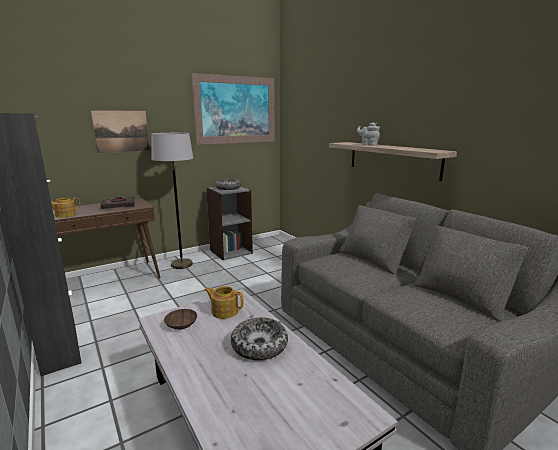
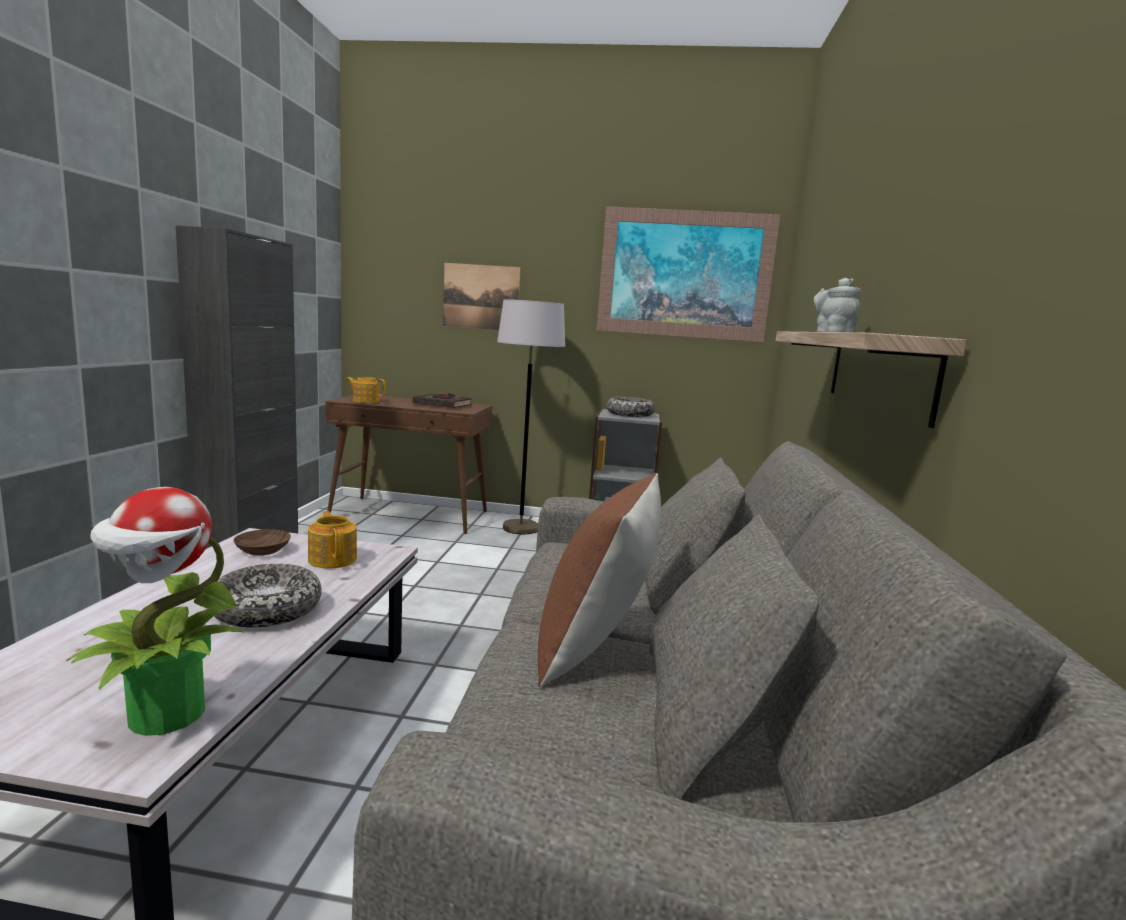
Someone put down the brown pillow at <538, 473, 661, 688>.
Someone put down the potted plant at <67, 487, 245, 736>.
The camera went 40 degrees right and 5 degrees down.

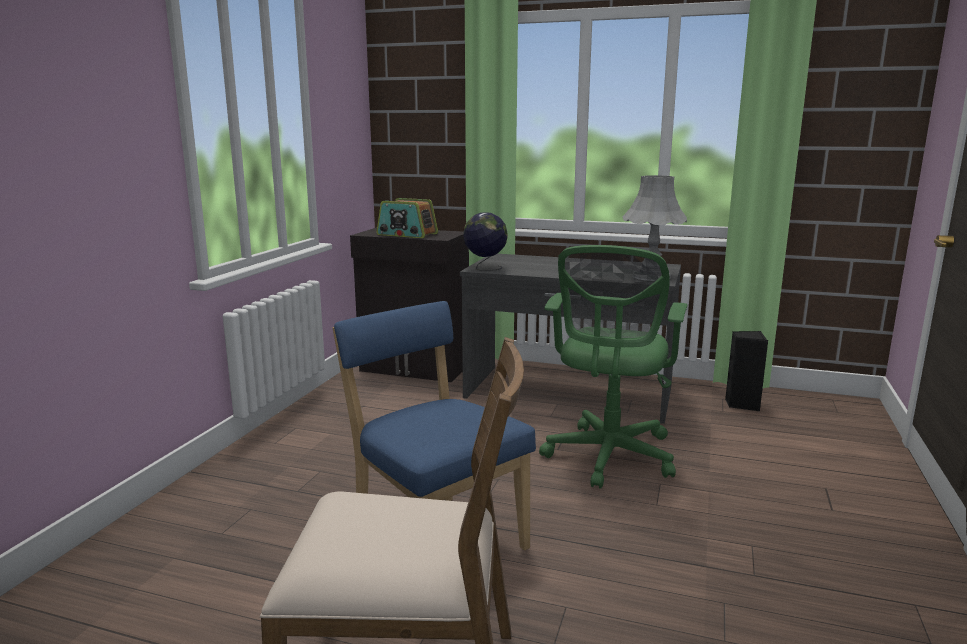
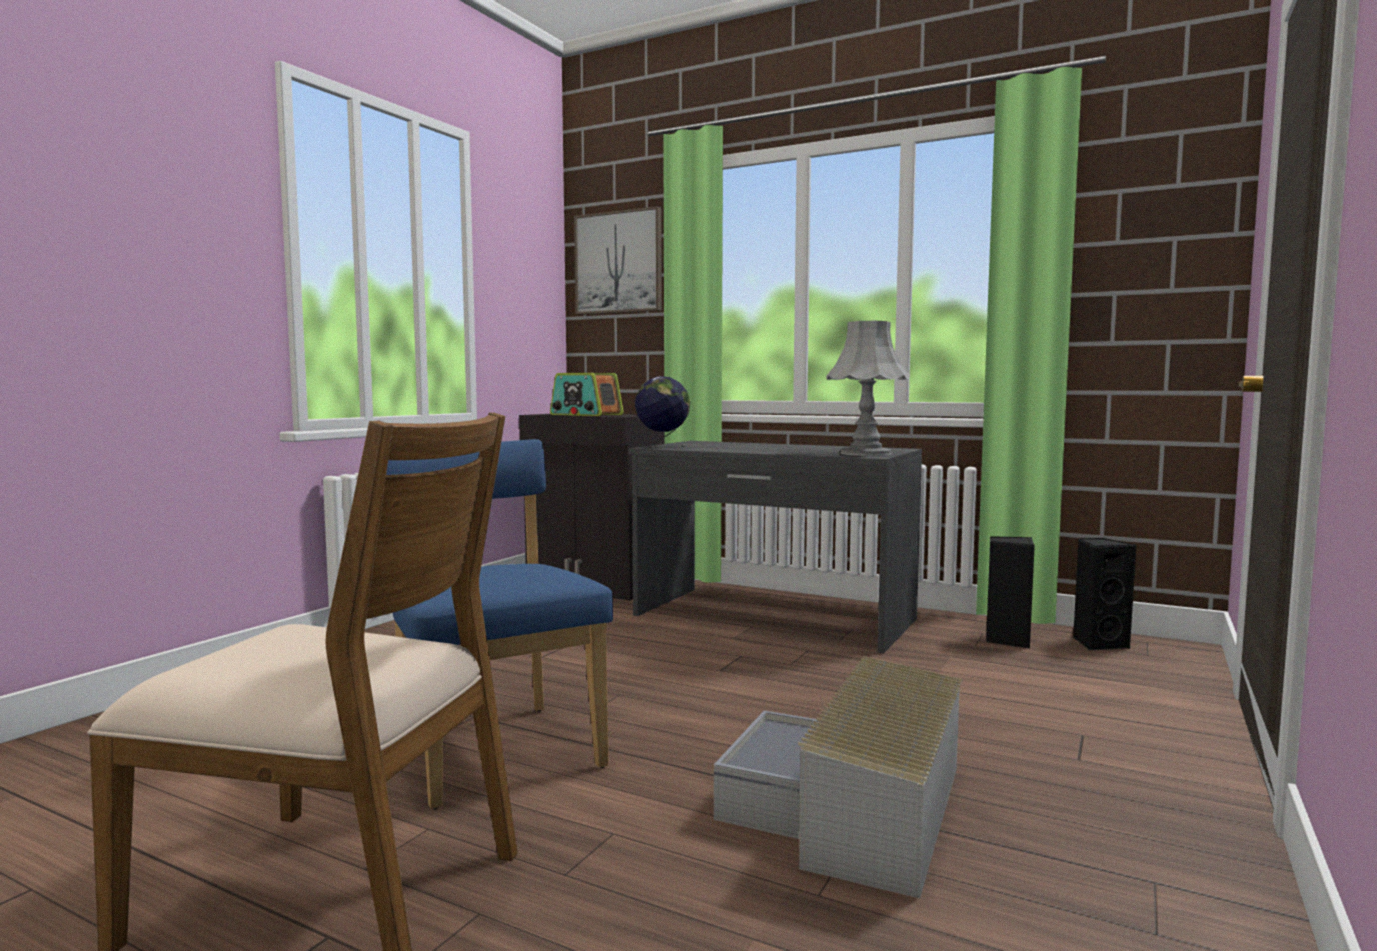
Someone took away the green office chair at <539, 245, 687, 489>.
Someone put up the picture at <574, 206, 662, 315>.
Someone put down the black speaker at <1073, 538, 1137, 651>.
Someone put down the grey storage box at <714, 656, 962, 898>.
The camera went 10 degrees right and 10 degrees down.

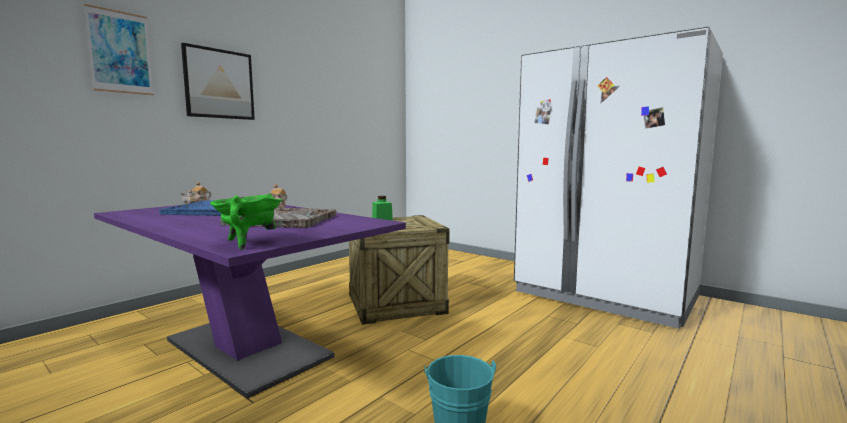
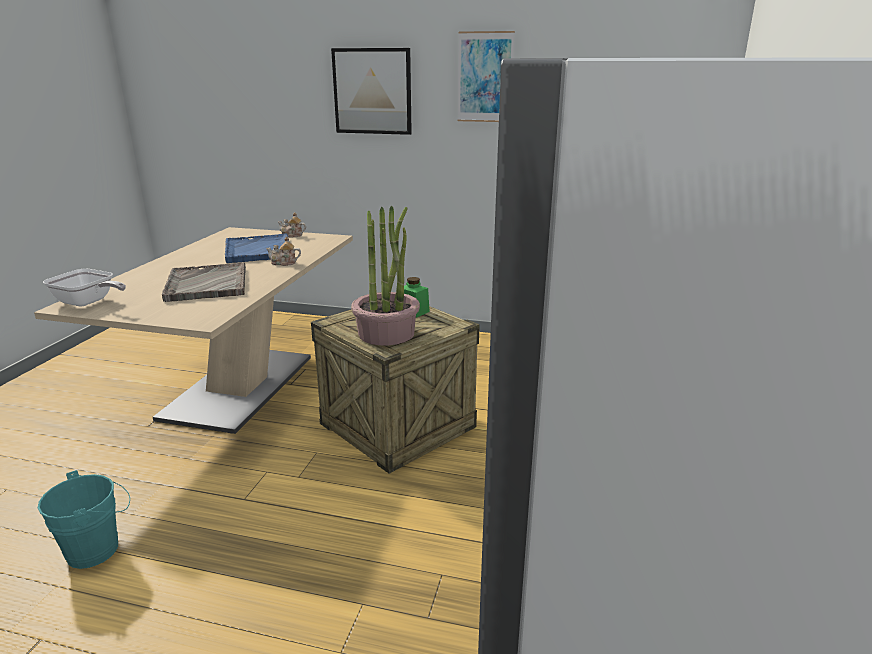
Someone carried the picture from <84, 4, 154, 95> to <457, 31, 515, 122>.
Someone swapped the green cooking pot at <210, 194, 282, 250> for the frying pan at <43, 269, 126, 307>.
Someone repainted the purple dining table at <94, 205, 406, 399>, which became the beige dining table at <34, 227, 353, 434>.
Someone put down the potted plant at <351, 206, 420, 345>.
The camera went 65 degrees right and 15 degrees up.

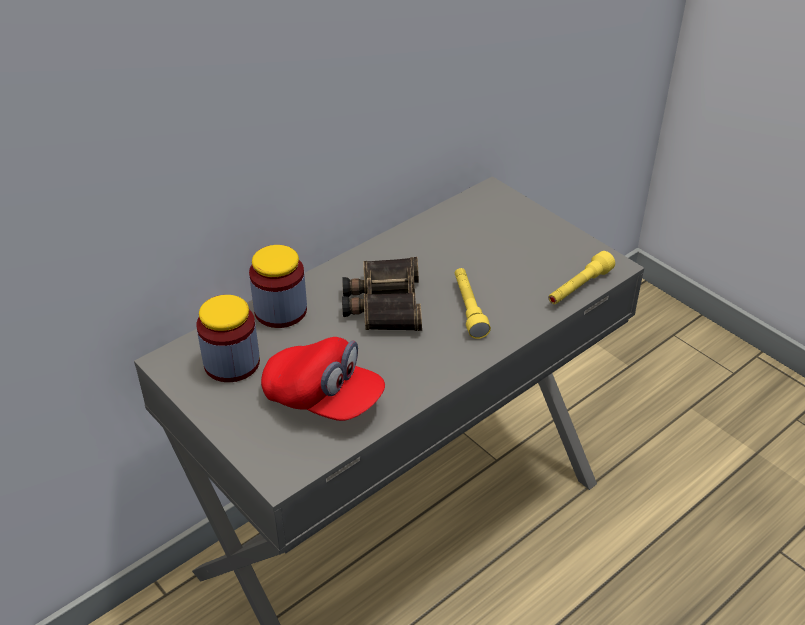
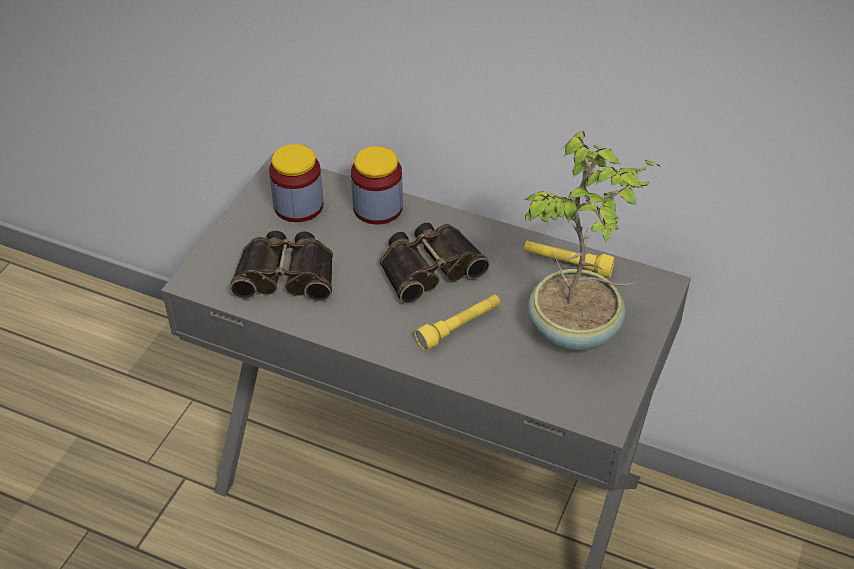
Someone carried the yellow flashlight from <548, 251, 615, 304> to <524, 241, 615, 278>.
Someone swapped the red cap at <261, 337, 385, 421> for the binoculars at <230, 231, 333, 302>.
Someone put down the potted plant at <524, 131, 660, 351>.
The camera went 65 degrees right and 5 degrees up.

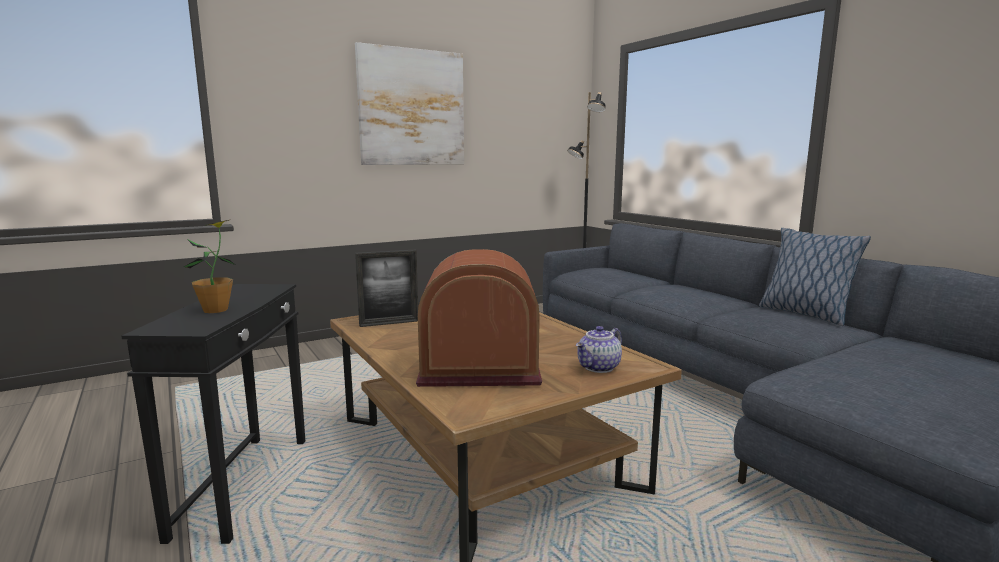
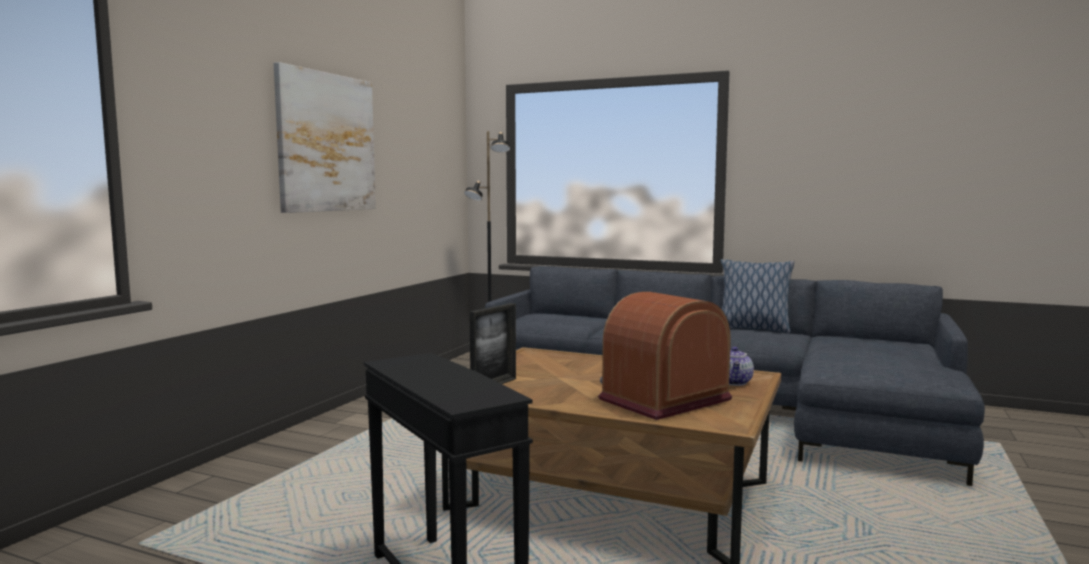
Someone took away the potted plant at <184, 220, 235, 313>.
The camera went 35 degrees left and 5 degrees down.

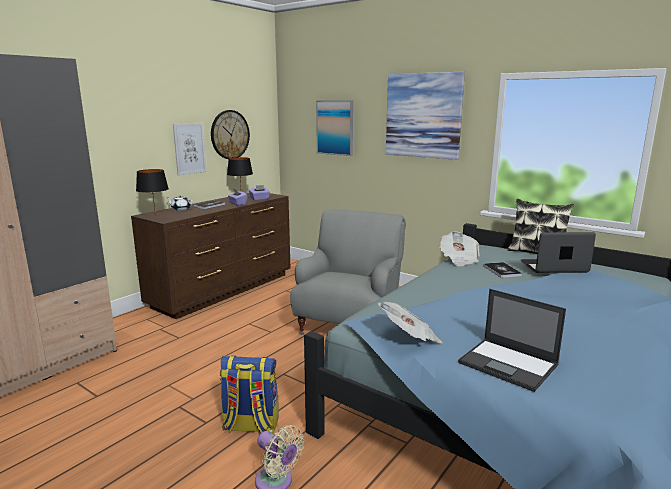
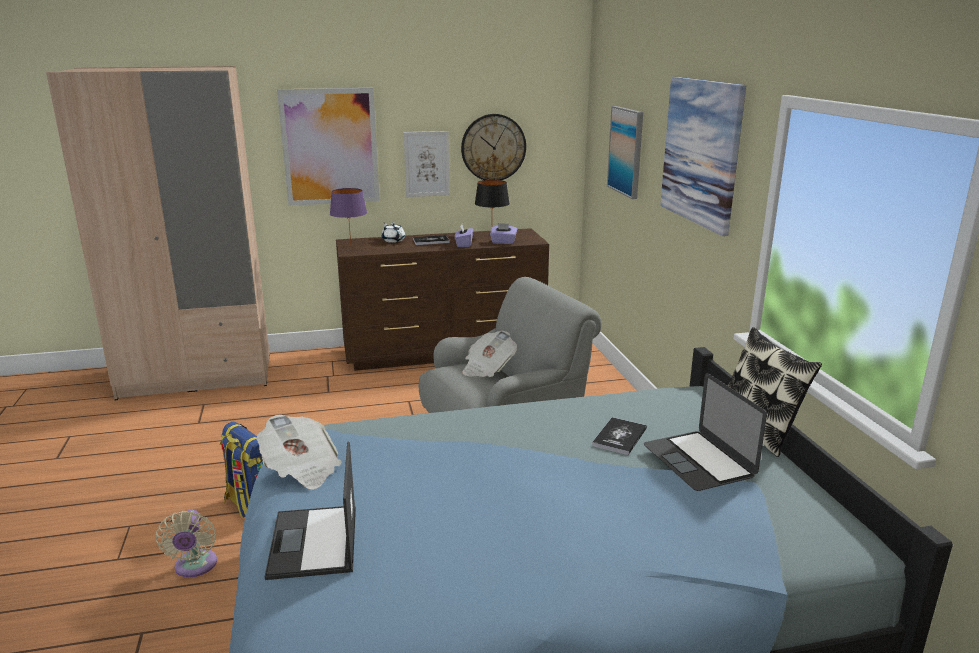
Someone repainted the black table lamp at <136, 169, 169, 217>, which became the purple table lamp at <330, 188, 367, 244>.
Someone carried the newspaper from <439, 231, 479, 266> to <462, 331, 517, 377>.
Someone rotated the laptop at <521, 232, 596, 273> by 150 degrees counterclockwise.
Someone put up the picture at <277, 88, 380, 206>.
The camera went 40 degrees right and 5 degrees up.

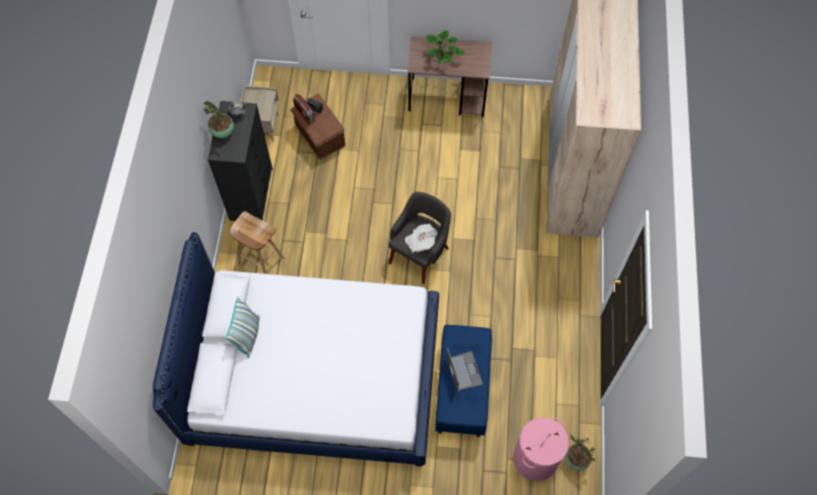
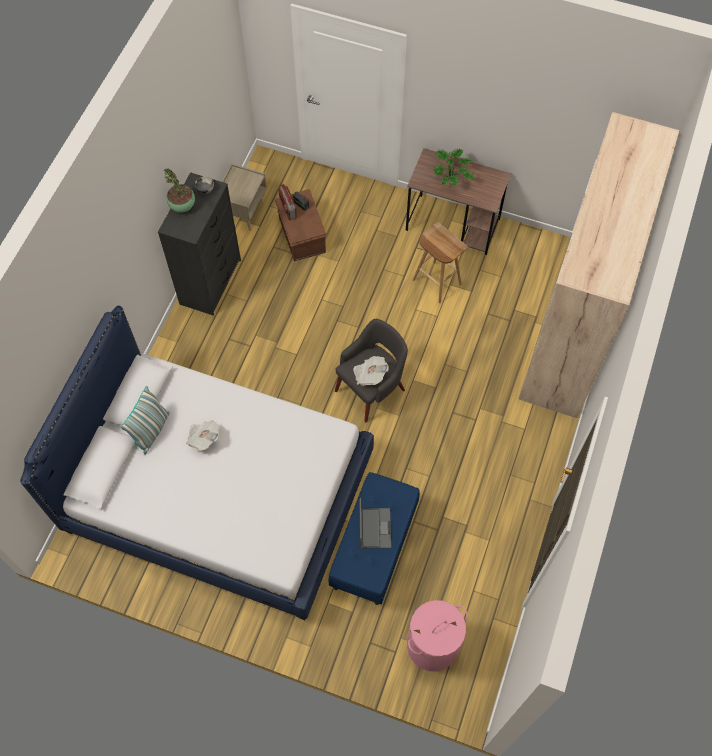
Someone carried the brown stool from <230, 211, 284, 274> to <413, 222, 468, 303>.
Someone took away the potted plant at <565, 434, 596, 471>.
Someone put down the newspaper at <186, 420, 220, 451>.
The camera went 15 degrees right and 0 degrees up.

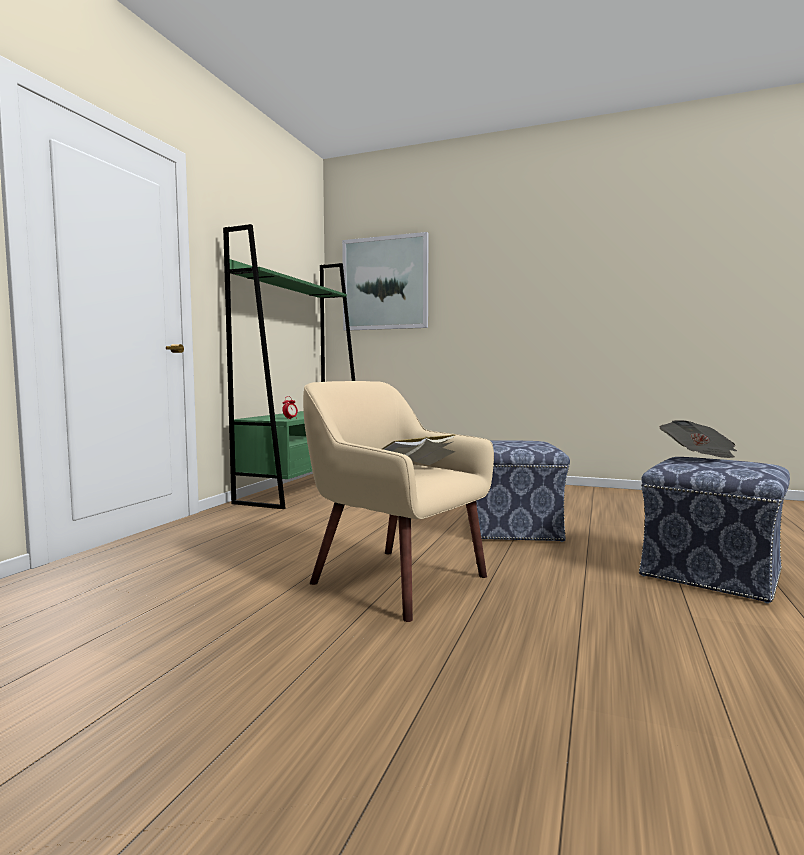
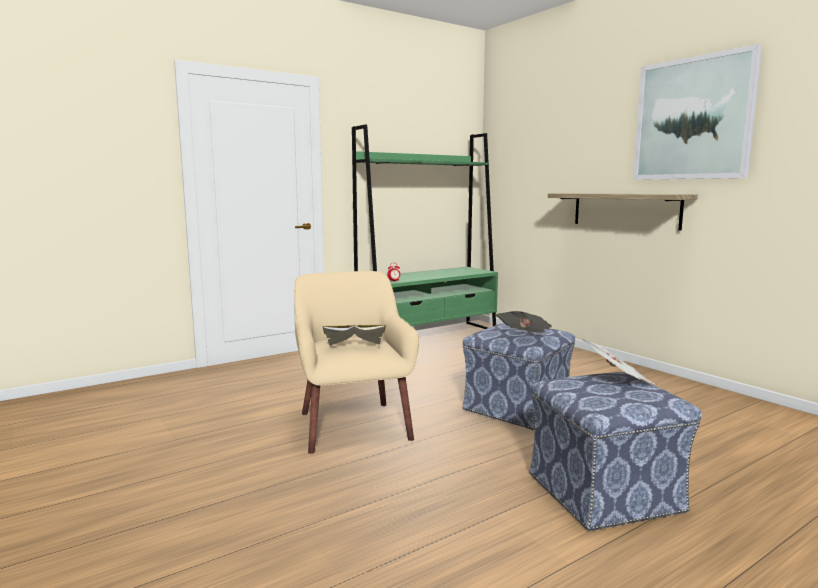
Someone carried the picture from <342, 232, 429, 331> to <633, 44, 762, 180>.
Someone put up the shelf at <548, 193, 698, 230>.
Someone put down the newspaper at <495, 311, 552, 333>.
The camera went 35 degrees right and 5 degrees up.

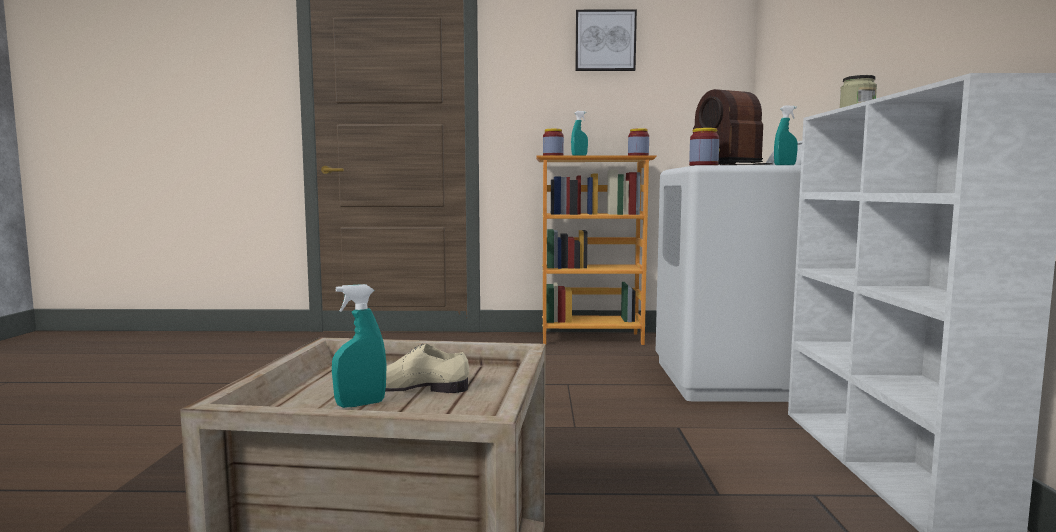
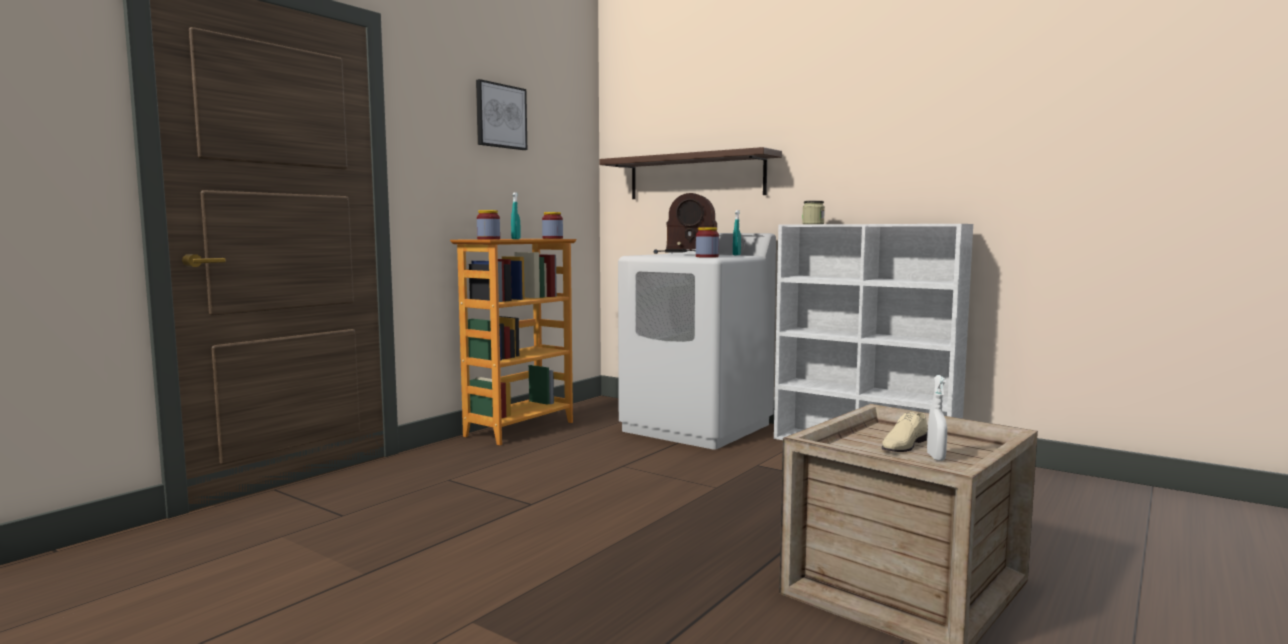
Someone repainted the turquoise spray bottle at <332, 284, 387, 408>, which became the white spray bottle at <927, 375, 947, 461>.
Someone put up the shelf at <600, 147, 782, 199>.
The camera went 55 degrees left and 0 degrees up.

